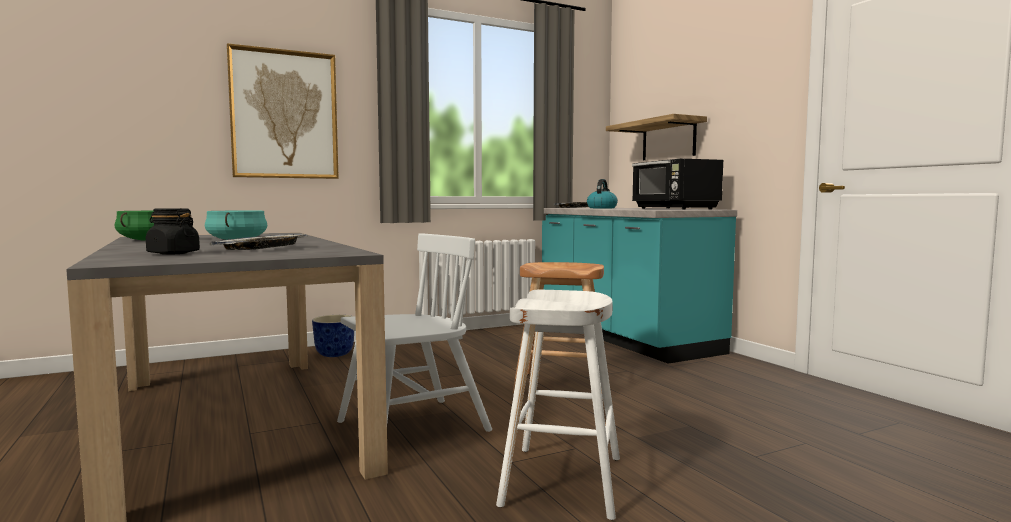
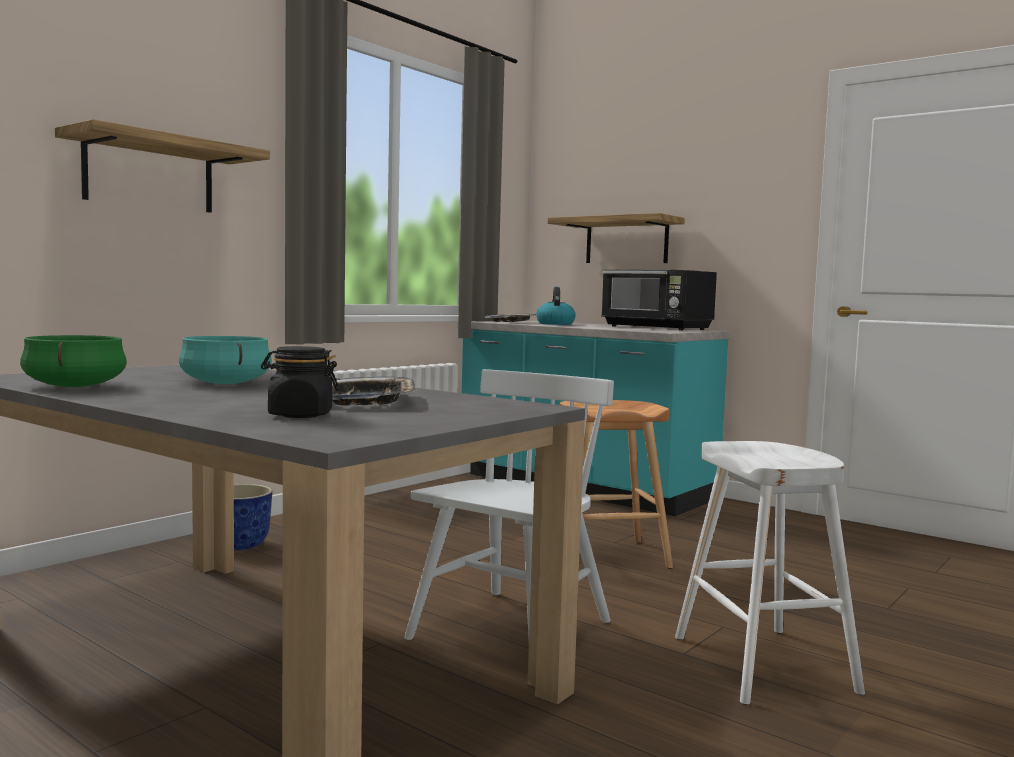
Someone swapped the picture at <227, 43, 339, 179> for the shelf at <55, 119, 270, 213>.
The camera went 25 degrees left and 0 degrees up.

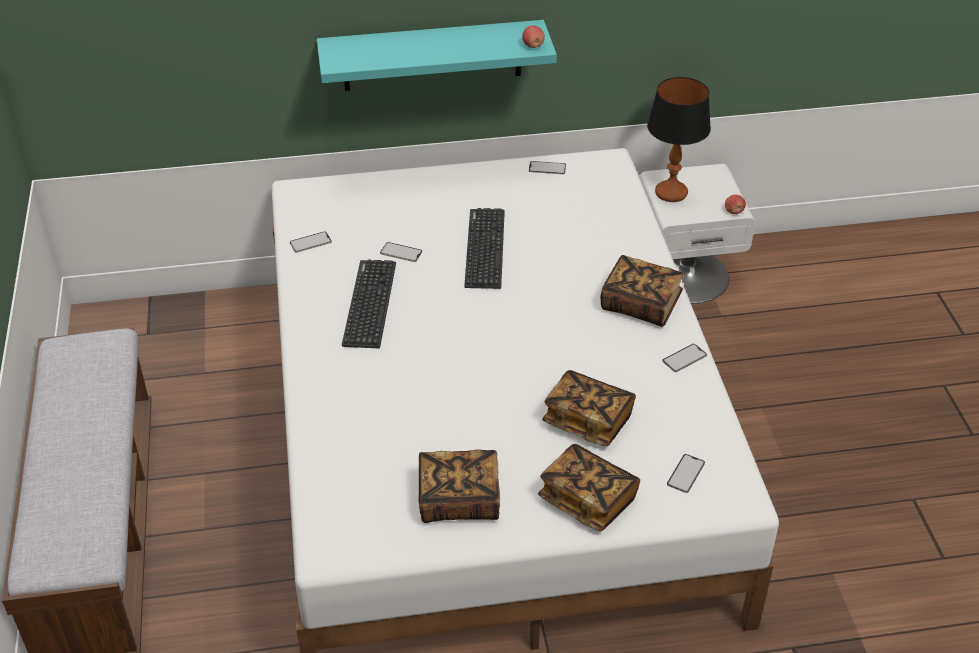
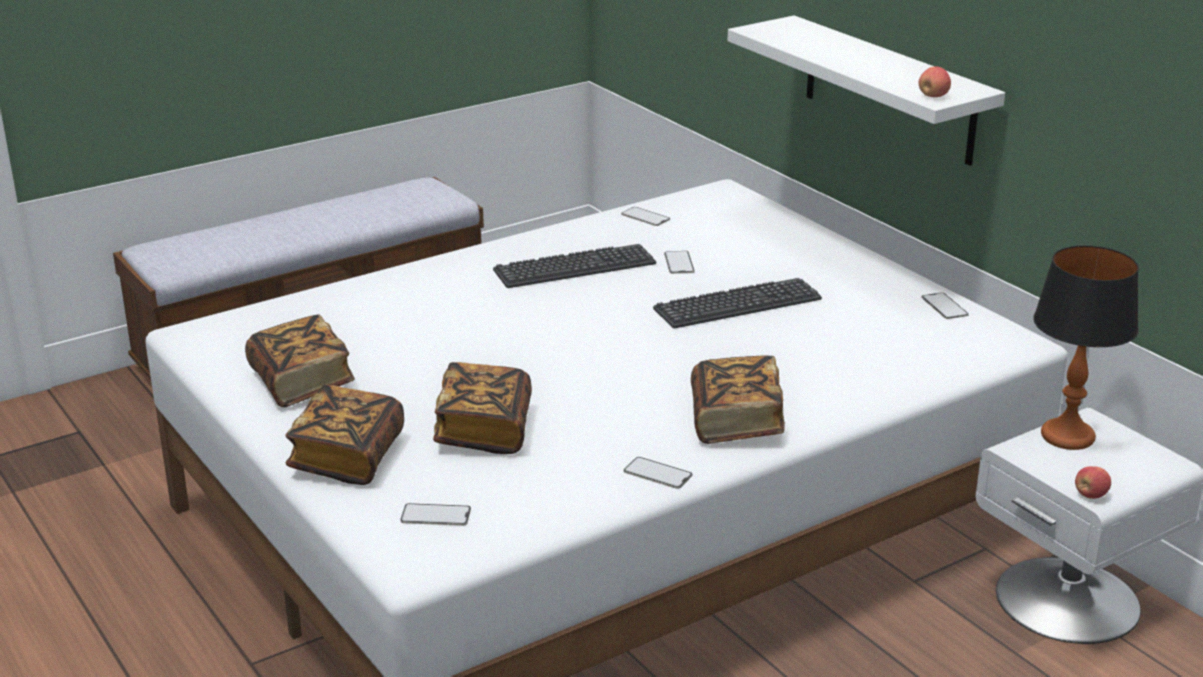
Someone repainted the turquoise shelf at <317, 20, 557, 91>, which became the white shelf at <728, 15, 1005, 166>.
The camera went 65 degrees right and 15 degrees down.

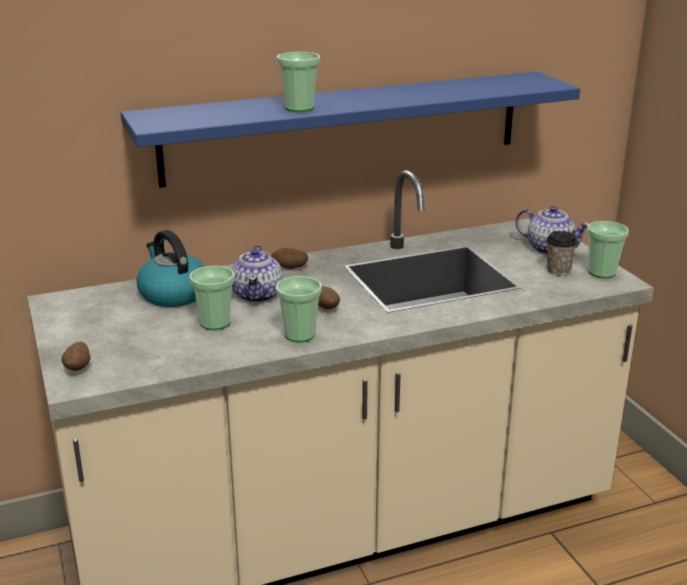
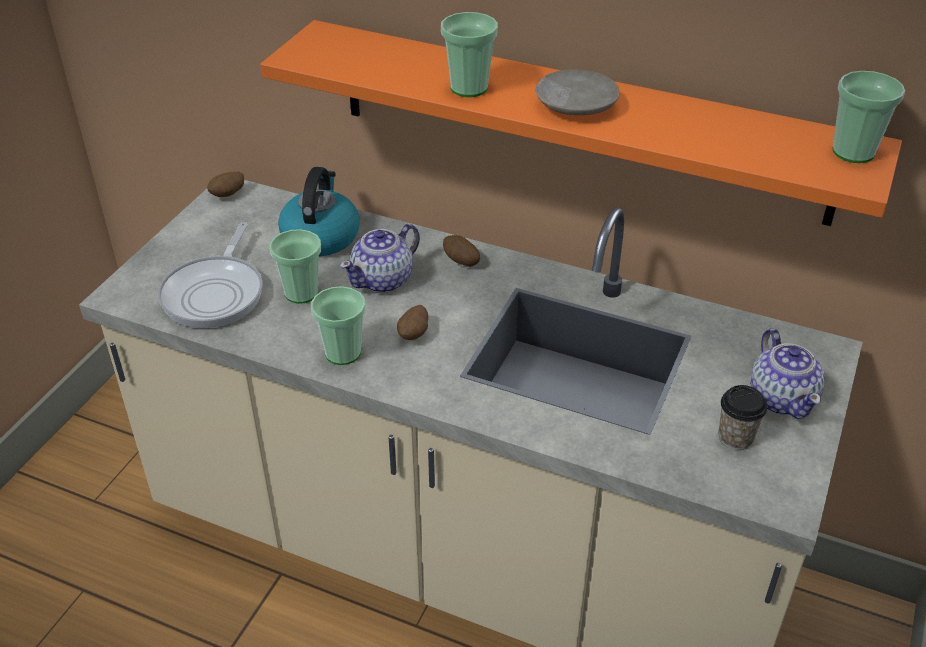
Someone repainted the blue shelf at <121, 72, 580, 188>, which became the orange shelf at <260, 20, 902, 226>.
Someone carried the cup from <587, 221, 629, 278> to <832, 71, 905, 163>.
Someone carried the potato from <62, 341, 91, 371> to <207, 172, 244, 197>.
Someone put down the beige plate at <535, 69, 620, 115>.
Someone put down the frying pan at <158, 222, 262, 328>.
The camera went 45 degrees right and 15 degrees up.

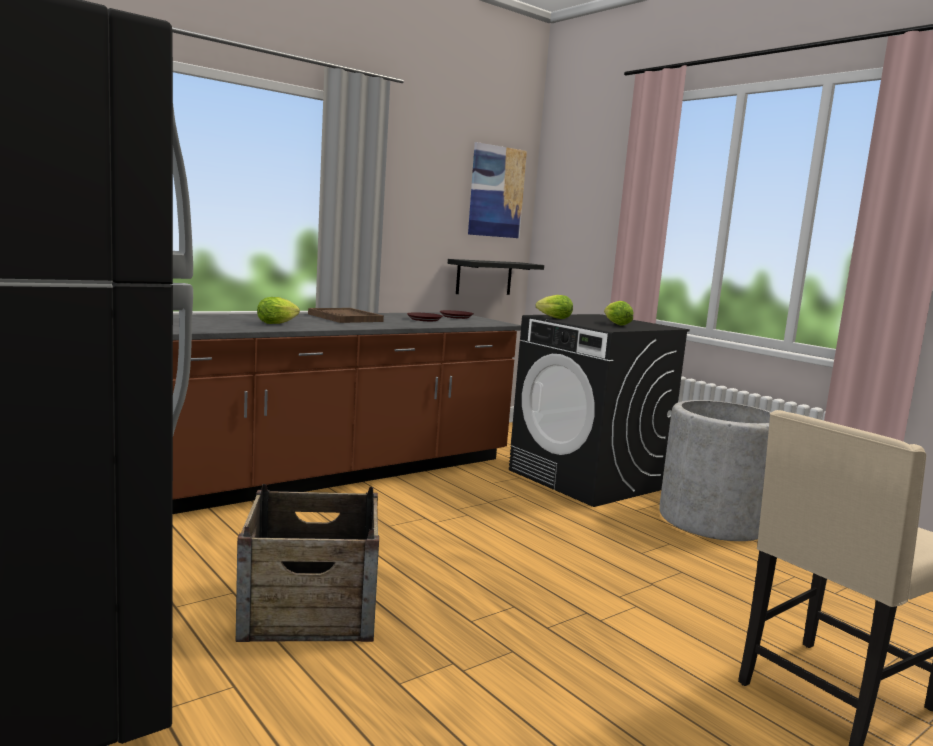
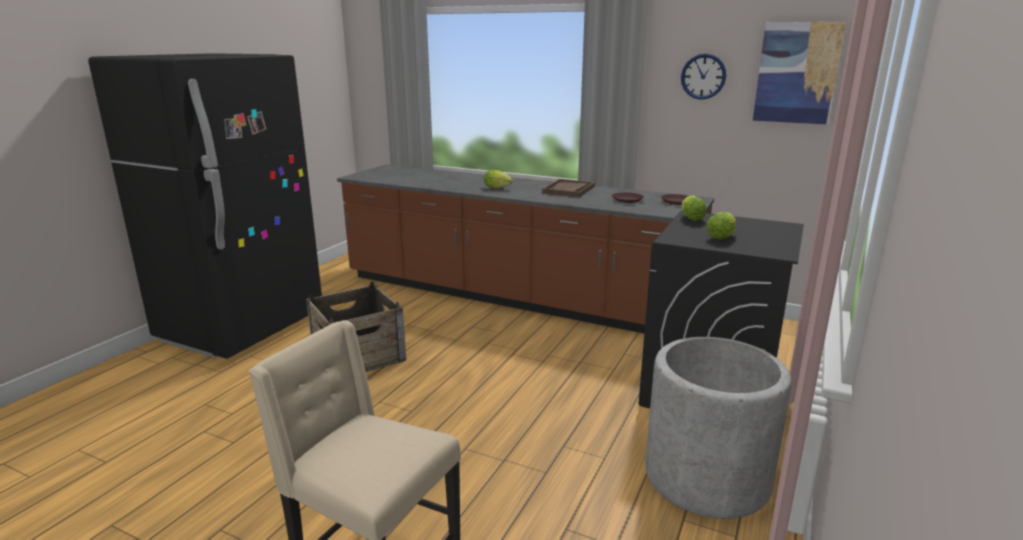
Someone took away the black shelf at <448, 259, 544, 295>.
Someone put up the wall clock at <681, 54, 726, 100>.
The camera went 65 degrees right and 10 degrees up.

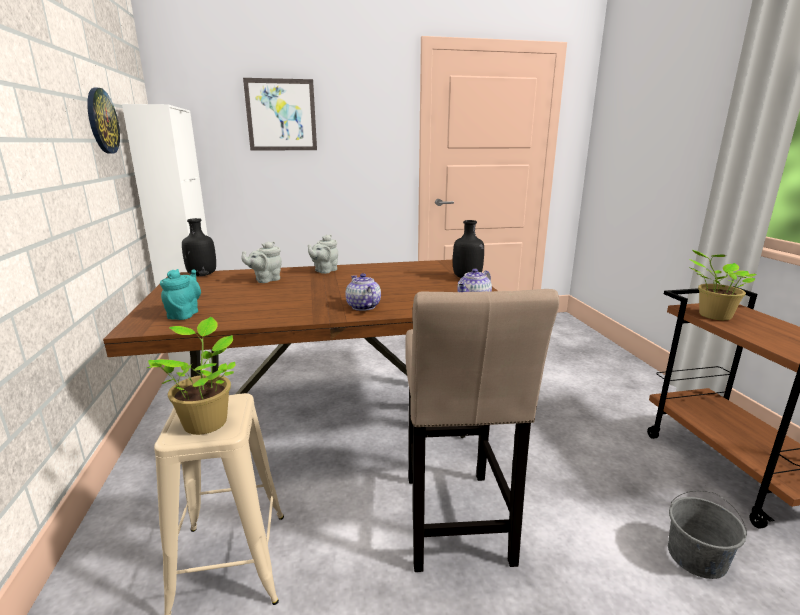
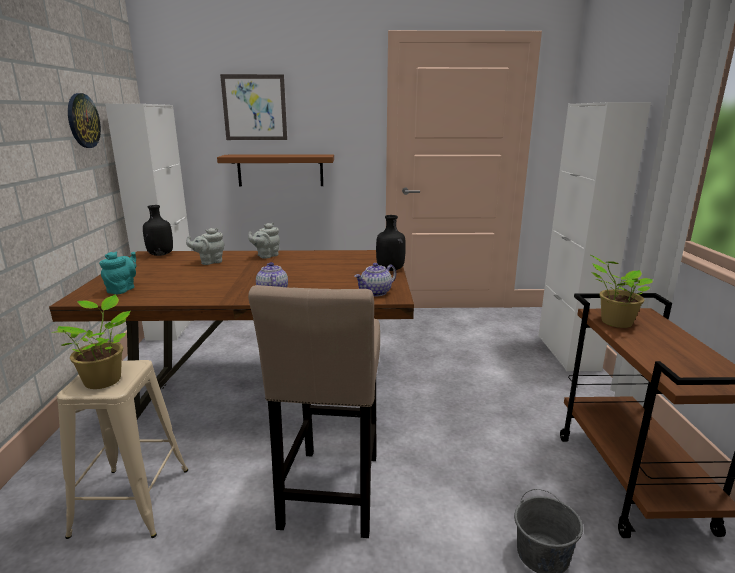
Someone put down the white cabinet at <538, 102, 651, 371>.
Someone put up the brown shelf at <217, 154, 334, 186>.
The camera went 10 degrees right and 0 degrees up.

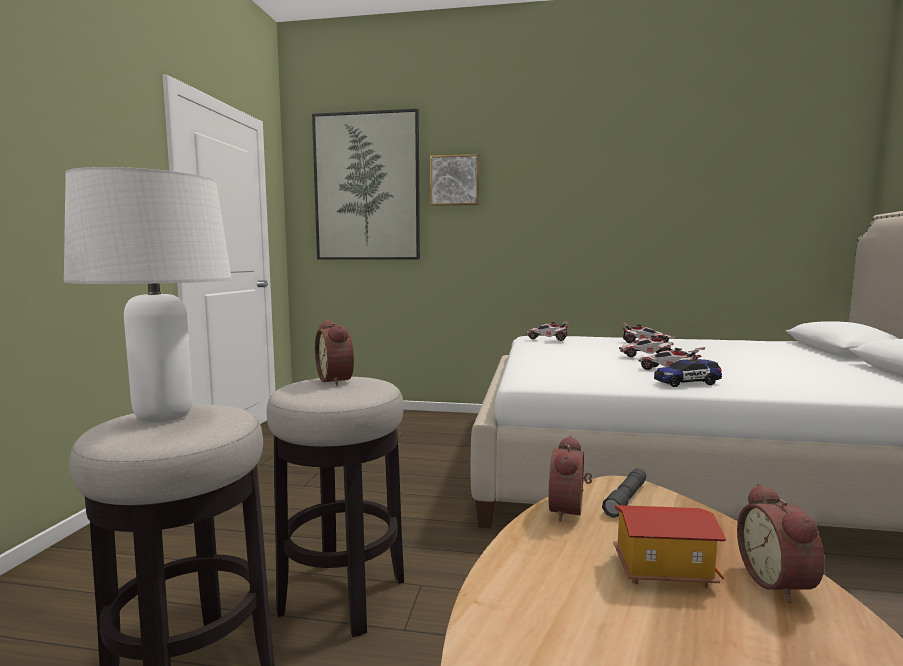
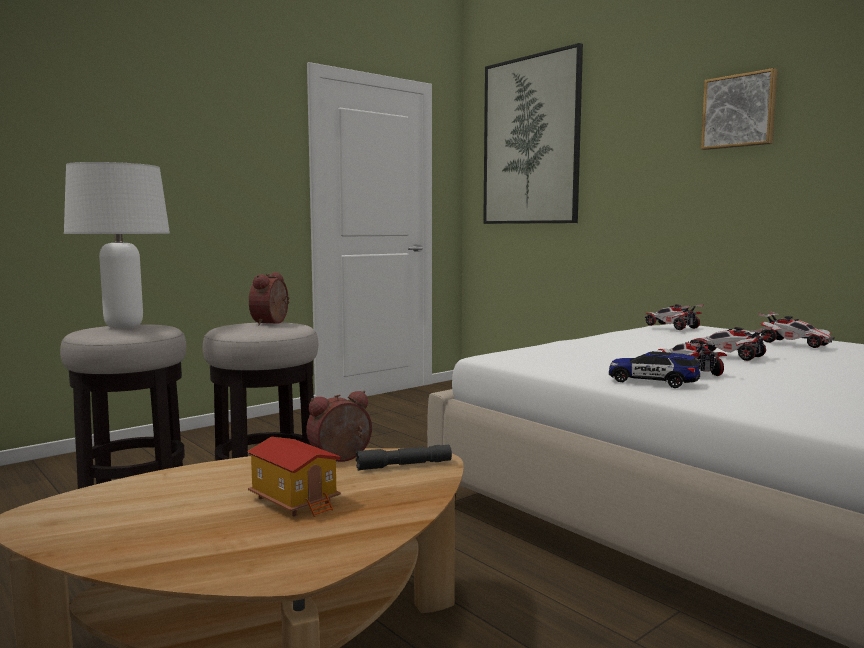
Someone carried the picture from <430, 154, 479, 206> to <701, 68, 778, 150>.
Someone took away the alarm clock at <737, 483, 825, 603>.
The camera went 40 degrees right and 0 degrees up.

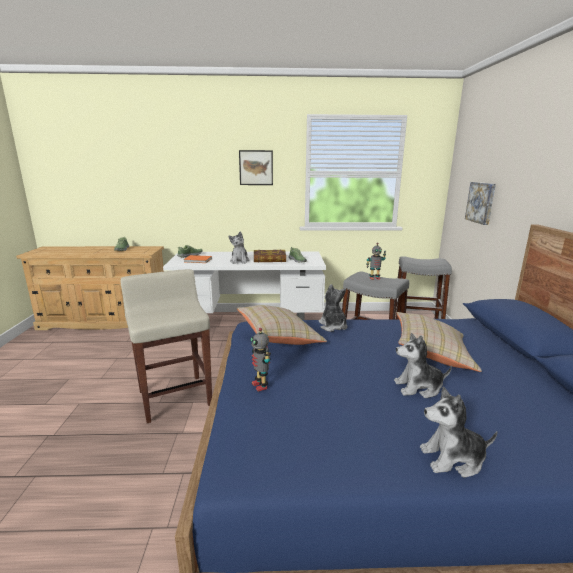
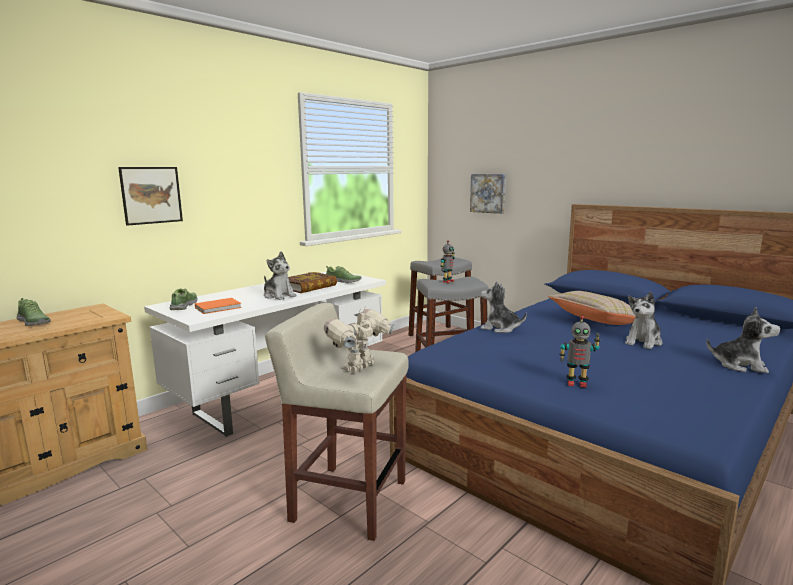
Someone carried the picture from <239, 150, 273, 185> to <118, 167, 183, 226>.
Someone took away the beige pillow at <237, 305, 327, 345>.
Someone rotated the plush toy at <420, 387, 498, 478> by 105 degrees counterclockwise.
Someone put down the toy robot at <324, 308, 395, 373>.
The camera went 45 degrees left and 5 degrees down.

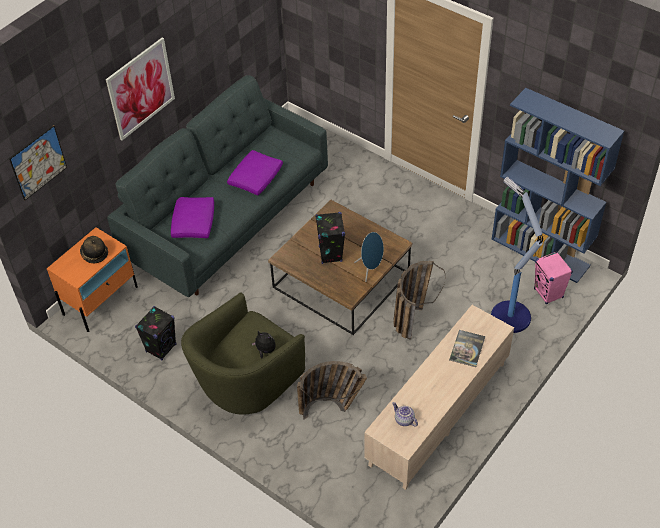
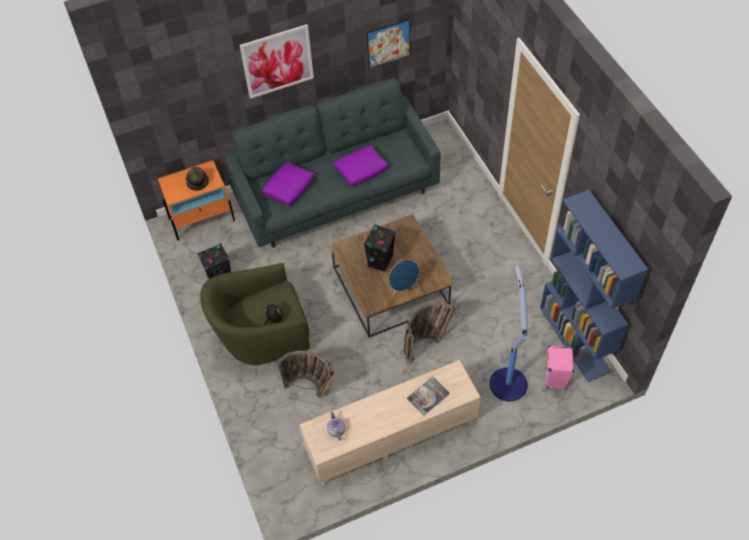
Someone carried the picture from <9, 125, 67, 201> to <367, 19, 410, 68>.
The camera went 30 degrees right and 5 degrees up.

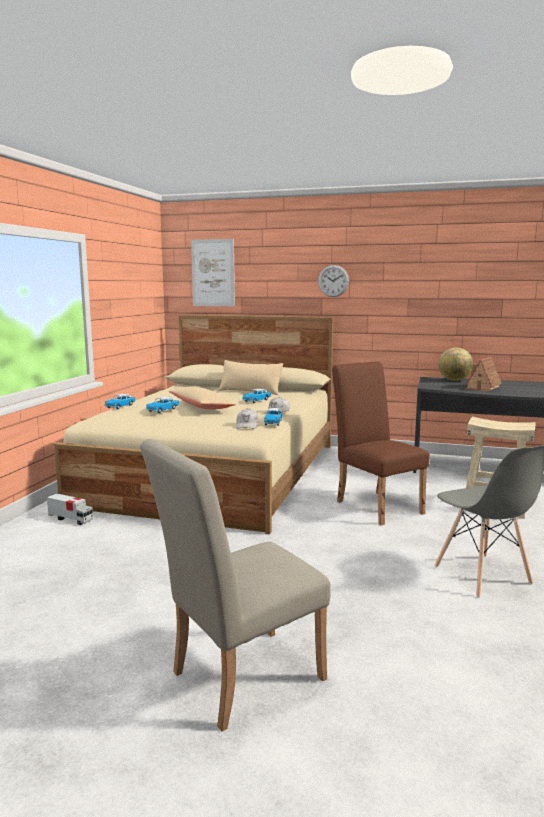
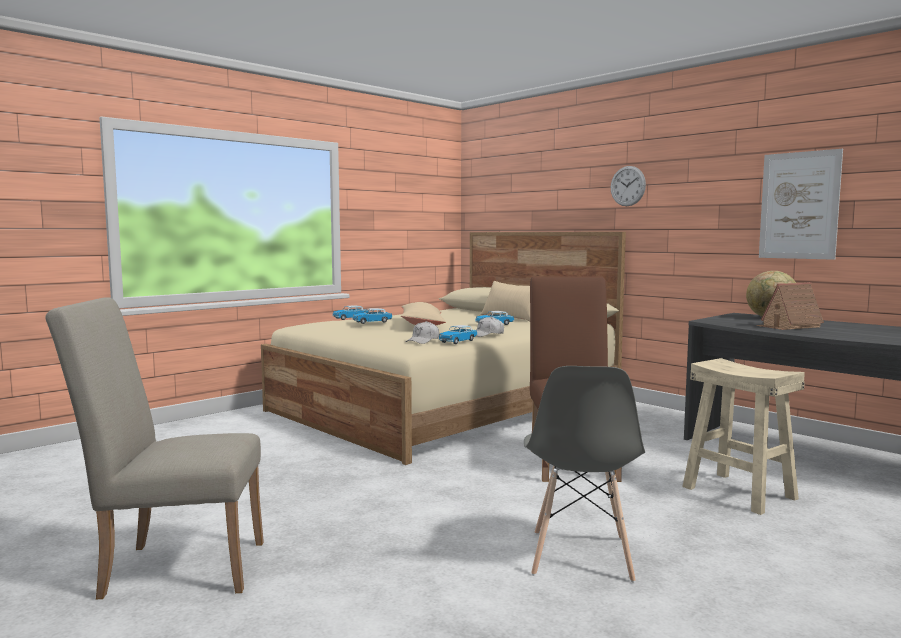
Someone carried the picture from <191, 239, 235, 306> to <759, 149, 843, 260>.
Someone took away the toy truck at <47, 493, 93, 525>.
The camera went 30 degrees right and 5 degrees down.

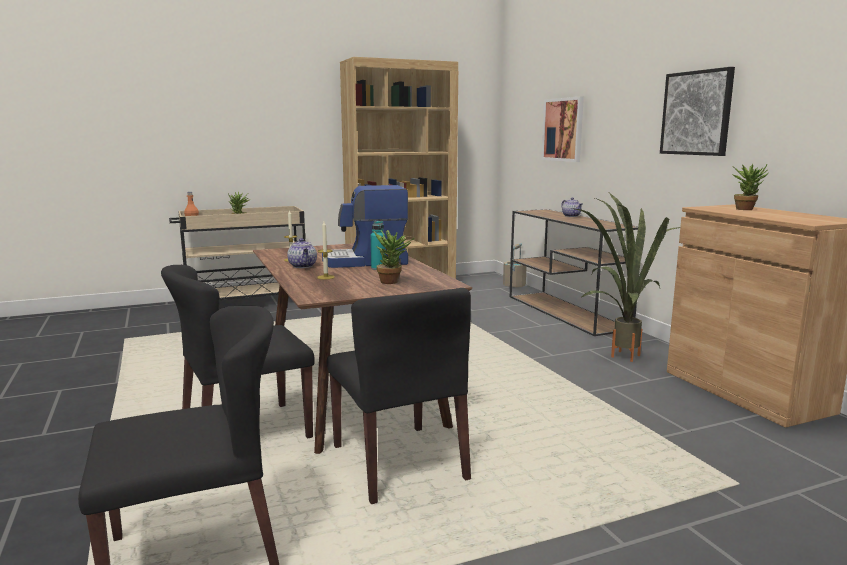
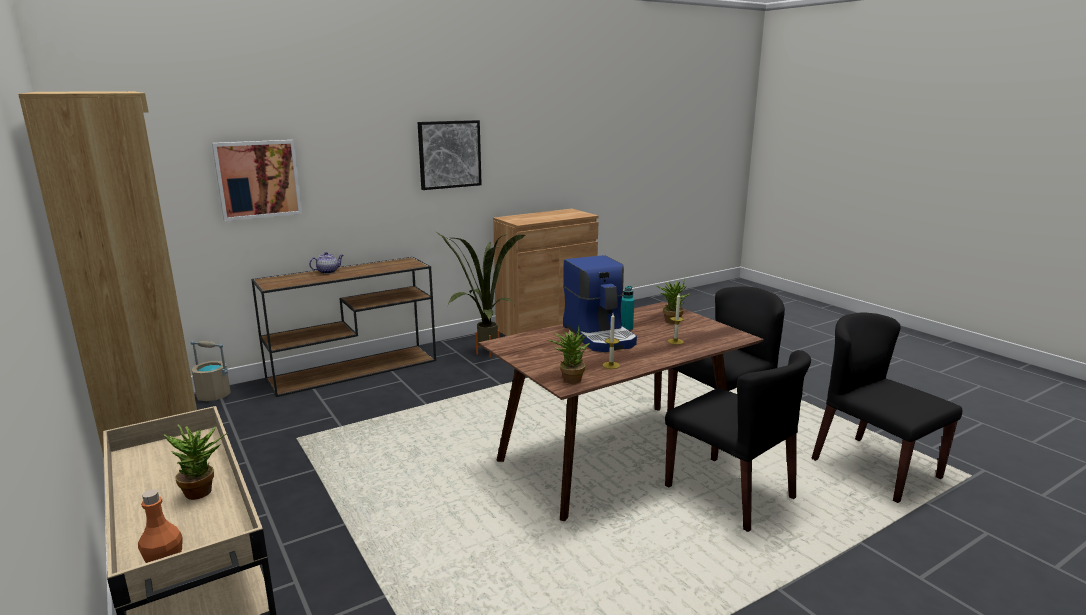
Someone carried the potted plant from <732, 164, 768, 210> to <548, 326, 590, 384>.
Someone took away the teapot at <287, 238, 317, 268>.
The camera went 100 degrees left and 5 degrees up.

